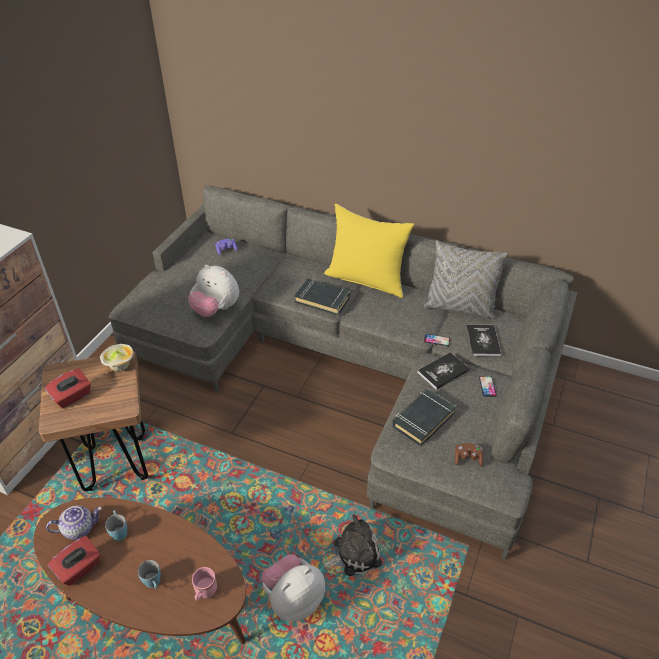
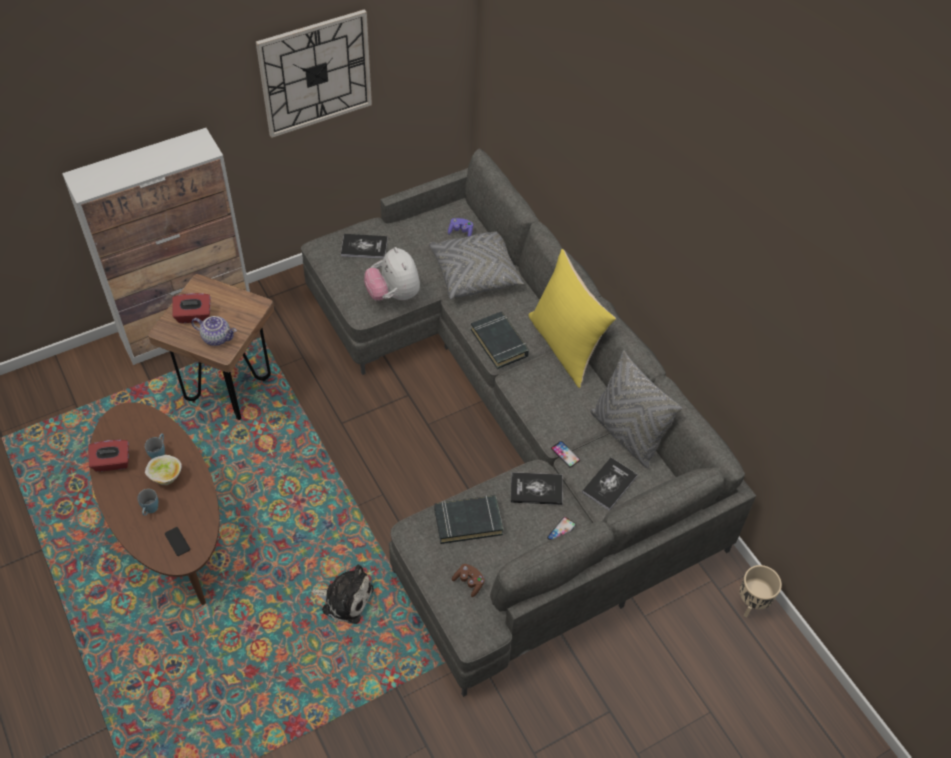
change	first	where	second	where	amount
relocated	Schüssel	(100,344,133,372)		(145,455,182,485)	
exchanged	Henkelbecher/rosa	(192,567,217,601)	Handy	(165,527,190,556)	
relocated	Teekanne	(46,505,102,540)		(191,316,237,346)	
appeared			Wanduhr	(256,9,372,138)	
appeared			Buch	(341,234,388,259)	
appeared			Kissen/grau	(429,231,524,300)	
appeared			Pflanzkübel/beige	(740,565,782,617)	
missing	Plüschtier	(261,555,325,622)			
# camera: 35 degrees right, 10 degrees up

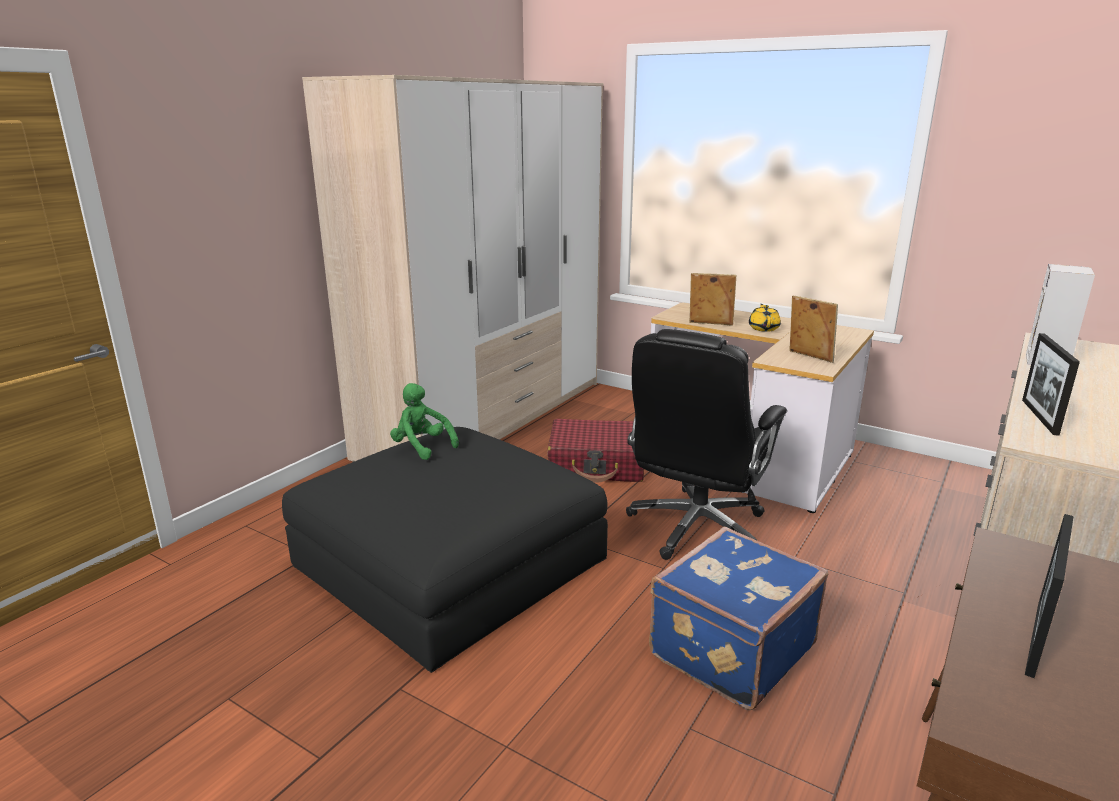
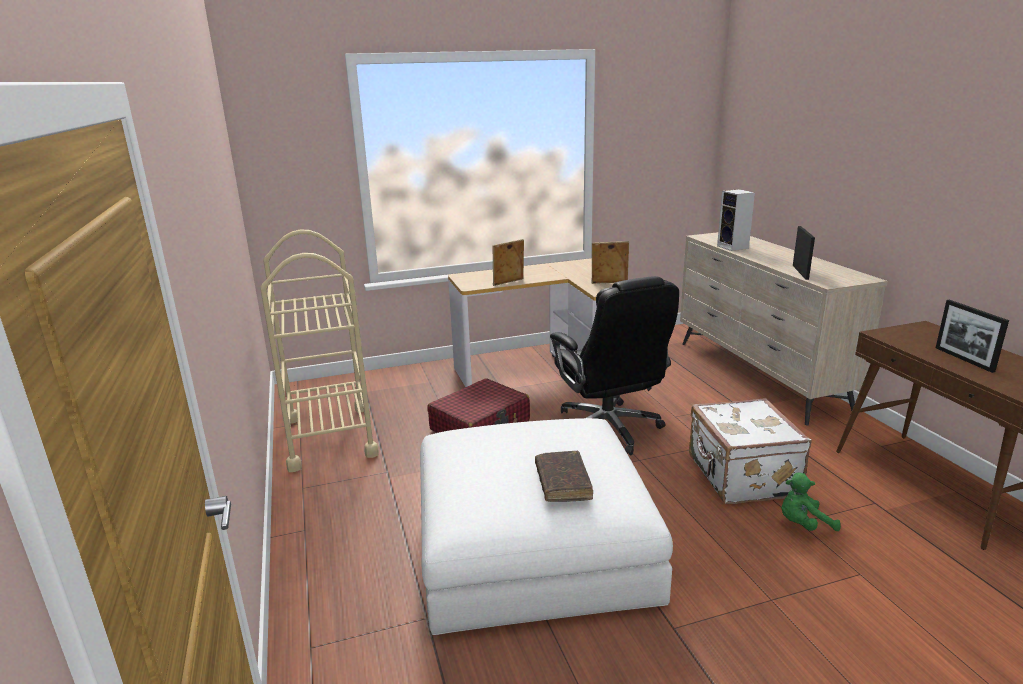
change	first	where	second	where	amount
exchanged	Kleiderschrank	(302,75,604,462)	Rollwagen/beige	(260,229,379,472)	
colour	Polsterhocker/schwarz	(282,427,608,673)	Polsterhocker/weiß	(420,418,673,635)	
appeared			Buch/braun	(535,451,593,502)	
colour	Koffer/blau	(649,527,828,710)	Koffer/weiß	(689,399,811,504)	
relocated	Plüschtier/grün	(390,383,459,460)		(782,472,841,531)	
spun	Bilderrahmen	(1022,333,1080,436)		(793,226,815,280)	135 degrees counterclockwise
missing	Teekanne/gelb	(749,304,781,332)			
# camera: 50 degrees left, 0 degrees up

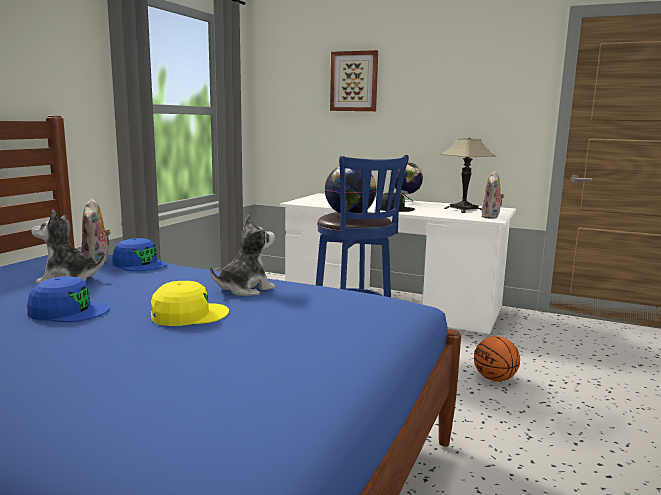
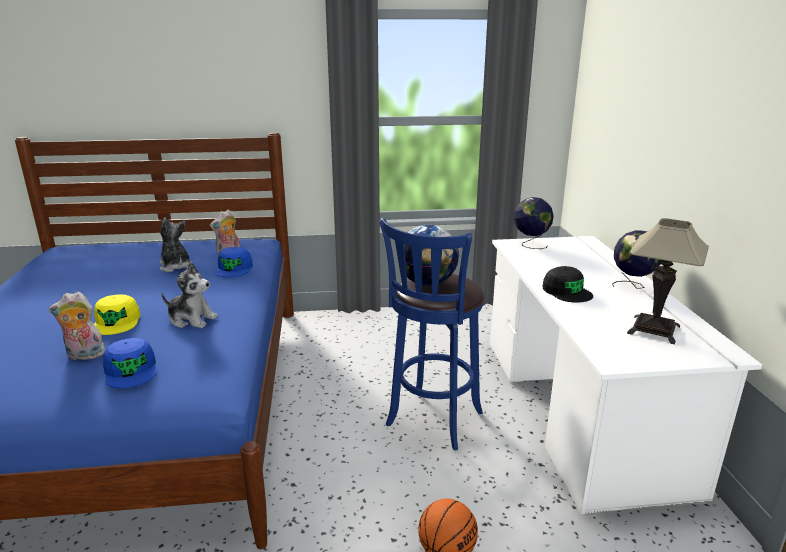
change	first	where	second	where	amount
relocated	Plüschtier	(481,171,505,219)		(49,292,106,360)	
spun	Kappe/gelb	(151,281,229,326)		(94,295,140,335)	45 degrees clockwise
relocated	Kappe/blau	(27,276,110,322)		(103,338,158,388)	
appeared			Globus	(514,197,554,249)	
missing	Bild	(330,50,378,111)			
# camera: 60 degrees right, 10 degrees up

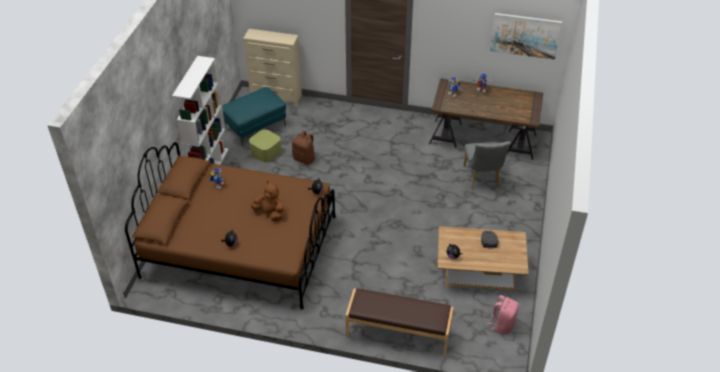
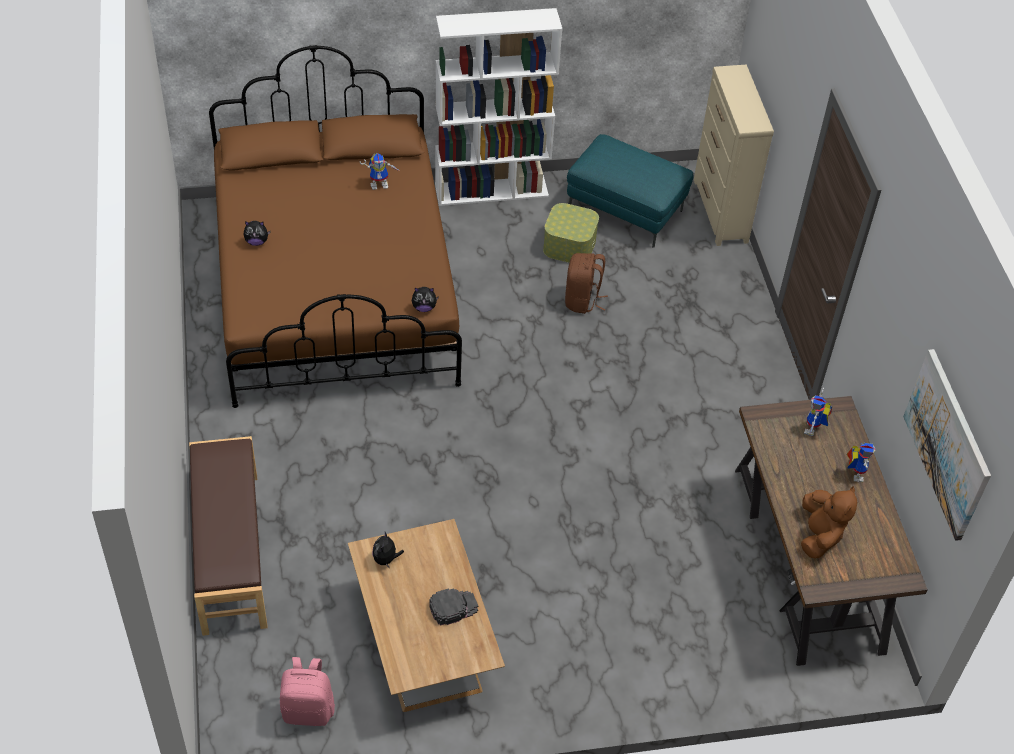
change	first	where	second	where	amount
relocated	Plüschtier/braun	(251,181,284,221)		(801,486,857,558)	
missing	Stuhl/grau	(463,141,511,189)			
# camera: 65 degrees right, 5 degrees up

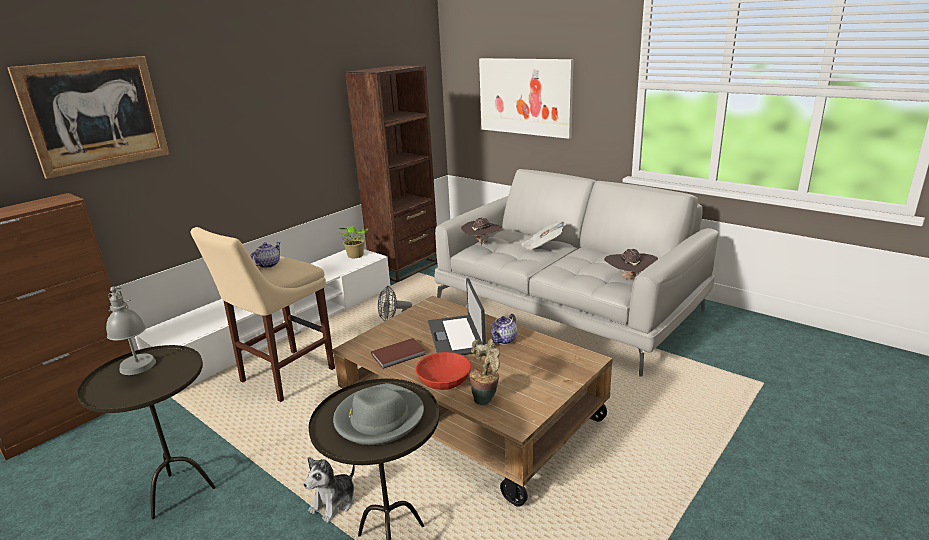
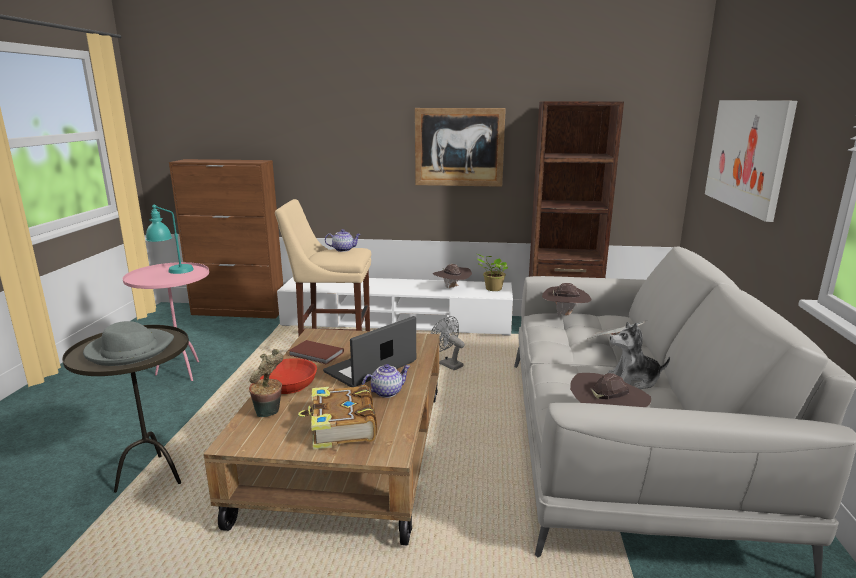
change	first	where	second	where	amount
colour	Beistelltisch/braun	(77,345,216,519)	Beistelltisch/rosa	(122,262,209,381)	
colour	Tischlampe/grau	(106,286,156,375)	Tischlampe/türkis	(146,205,194,274)	
appeared			Buch	(298,385,377,450)	
spun	Teekanne	(491,314,518,345)		(362,364,410,398)	150 degrees clockwise
relocated	Bild	(7,56,169,179)		(415,108,506,187)	
appeared			Hut/braun	(433,264,472,288)	
relocated	Plüschtier	(303,457,355,523)		(608,322,670,389)	
# camera: 55 degrees right, 5 degrees down

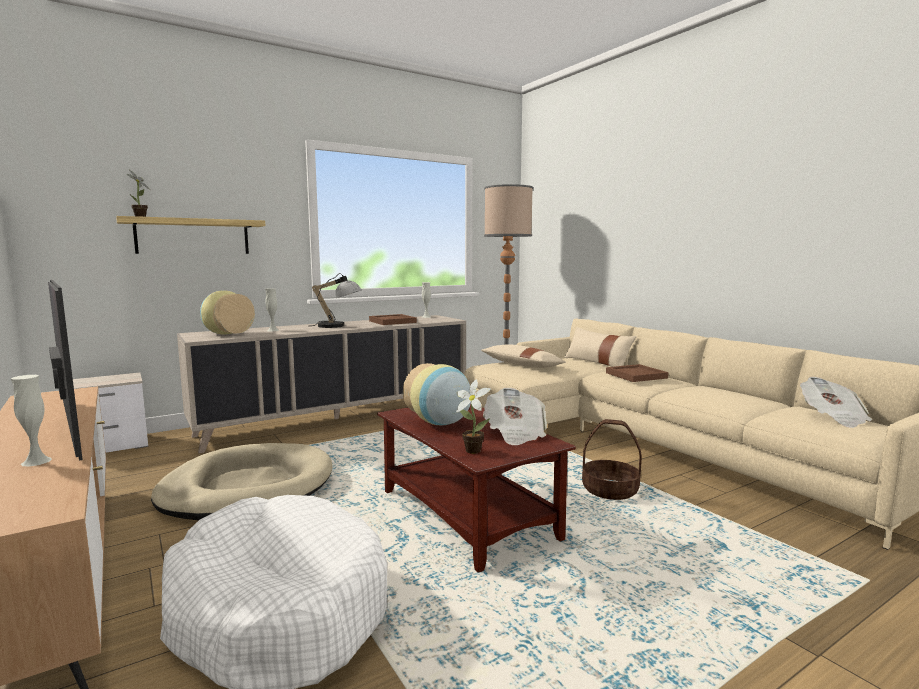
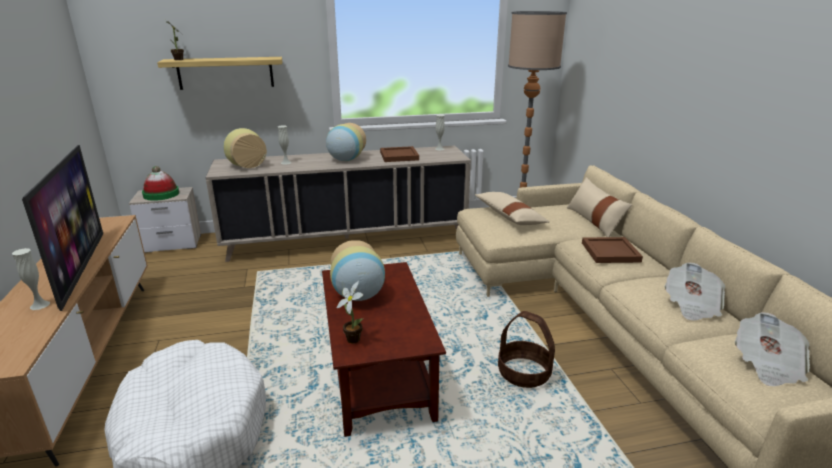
change	first	where	second	where	amount
appeared			Hut	(142,166,179,201)	
exchanged	Tischlampe	(312,273,362,328)	Vase	(326,123,366,161)	
relocated	Zeitung	(483,388,547,445)		(665,262,725,321)	
missing	Hundebett/beige	(151,443,332,520)			
# camera: 20 degrees right, 15 degrees up

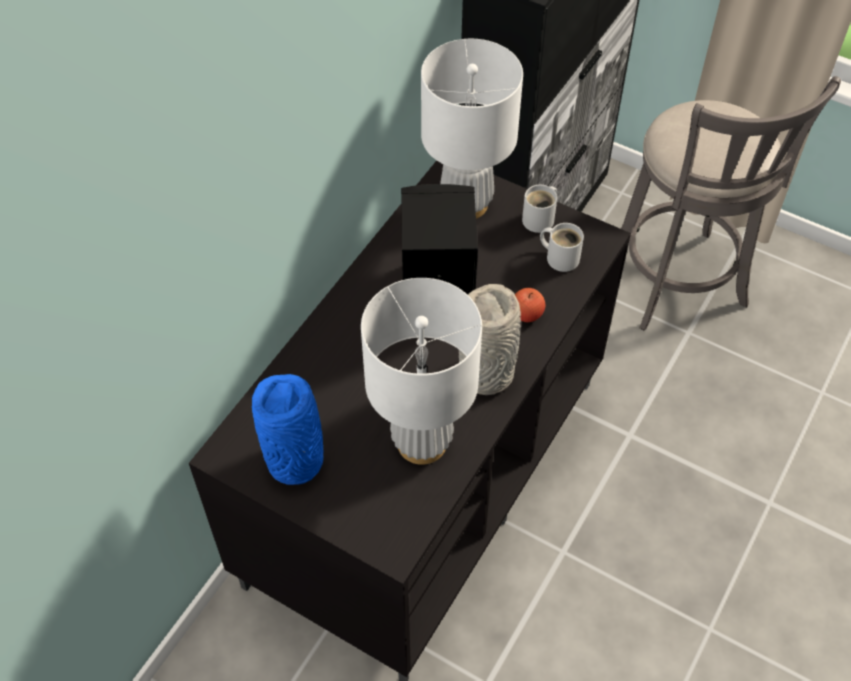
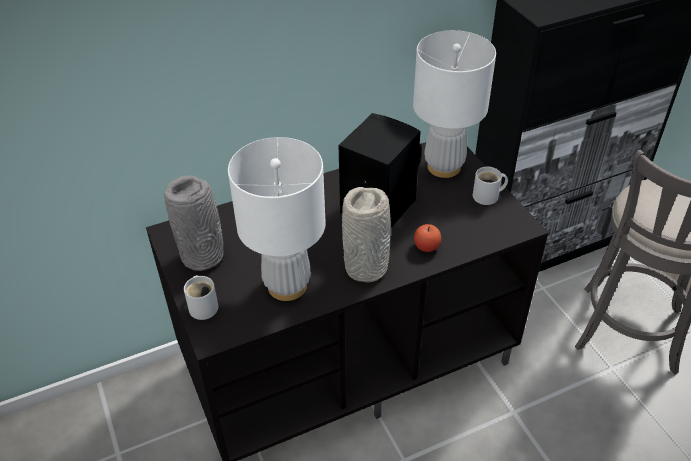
change	first	where	second	where	amount
colour	Vase/blau	(252,374,324,485)	Vase/grau	(164,176,224,271)	
relocated	Henkelbecher/weiß	(540,223,584,272)		(184,275,218,320)	
# camera: 35 degrees right, 10 degrees down

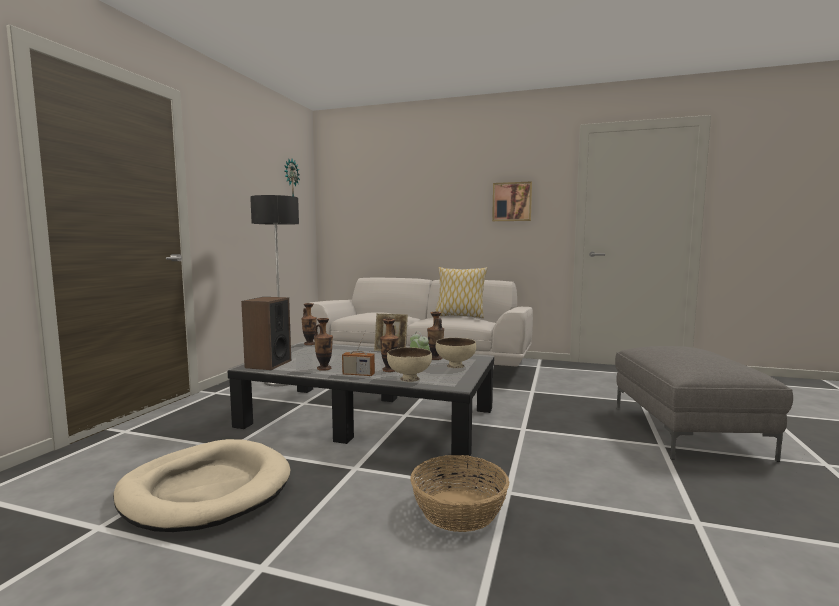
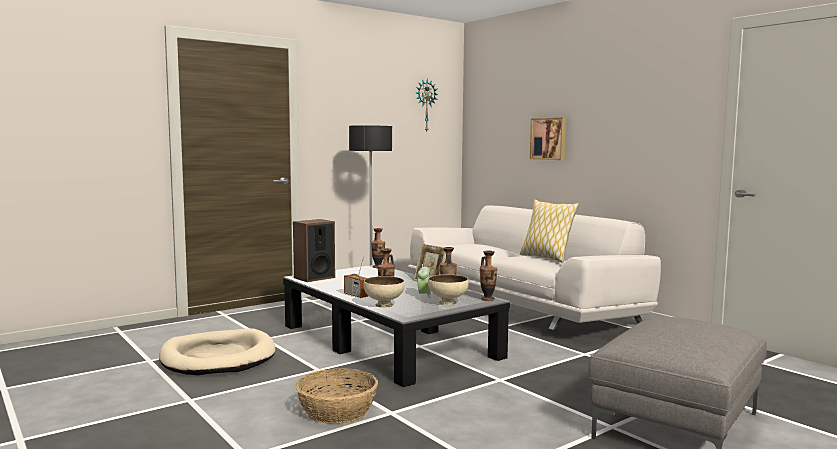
change	first	where	second	where	amount
relocated	Vase	(314,318,333,371)		(480,251,497,301)	
relocated	Bild	(492,181,532,221)		(530,118,566,160)	
# camera: 35 degrees right, 0 degrees up

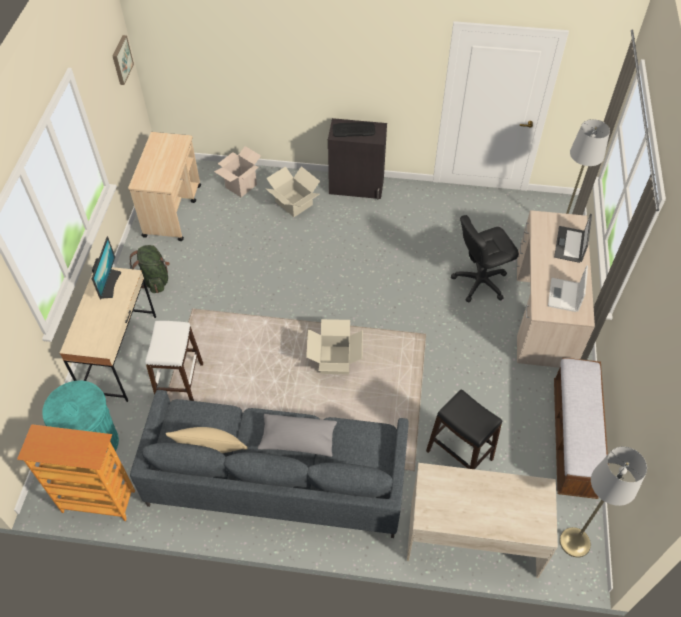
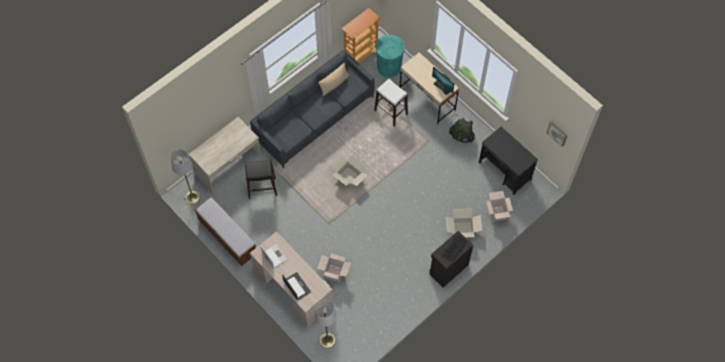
change	first	where	second	where	amount
exchanged	Bürostuhl/schwarz	(451,215,519,302)	Karton	(317,253,351,282)	
colour	Rollwagen/beige	(128,132,201,241)	Rollwagen/schwarz	(478,127,538,195)	
missing	Kissen/grau	(258,414,337,457)			
# camera: 130 degrees right, 10 degrees up

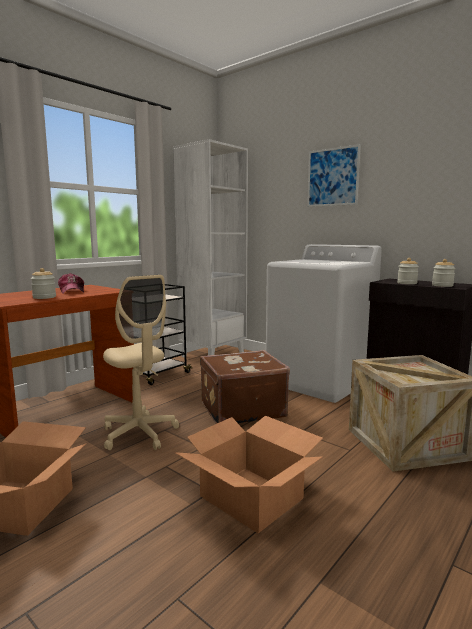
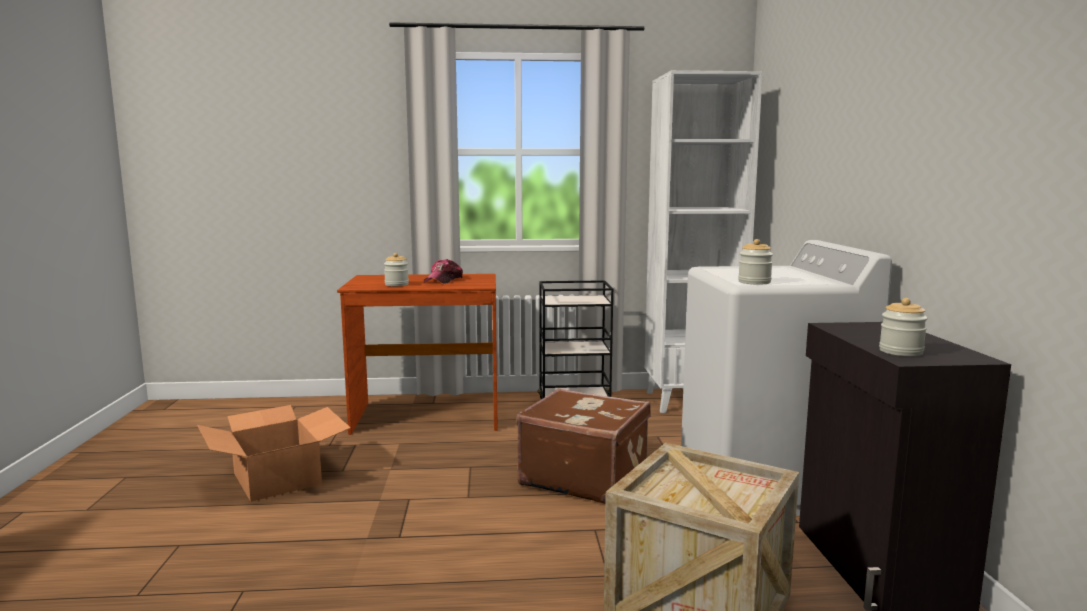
change	first	where	second	where	amount
relocated	Vorratsglas	(397,258,419,284)		(738,239,773,285)	
missing	Bürostuhl/beige	(103,275,179,450)			
missing	Karton	(175,416,323,533)			
missing	Bild	(307,144,361,207)			
# camera: 45 degrees right, 0 degrees up

